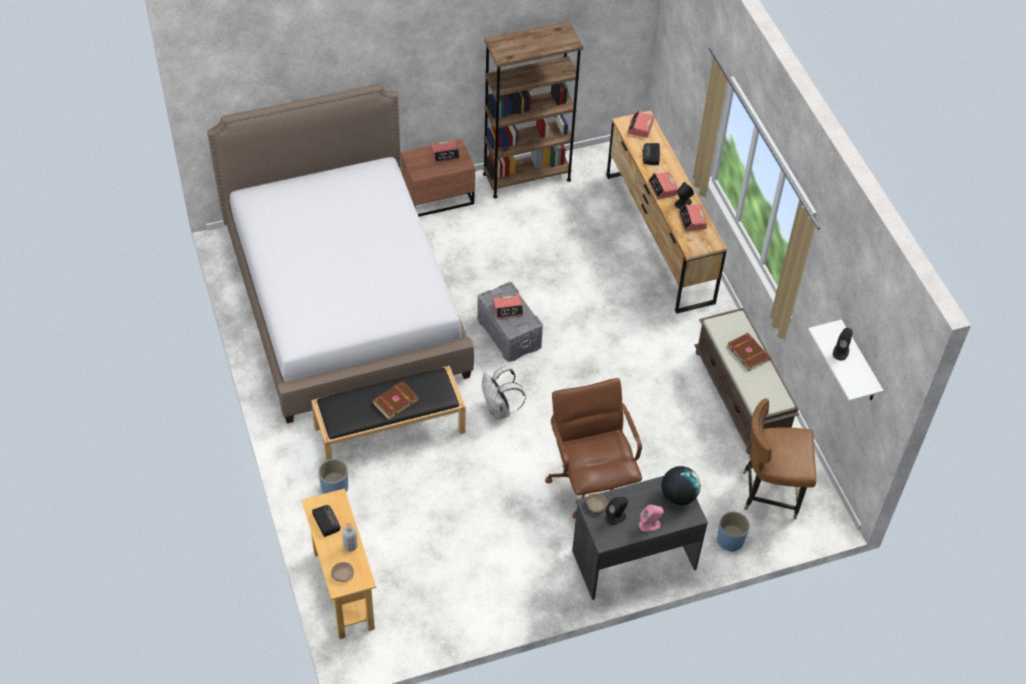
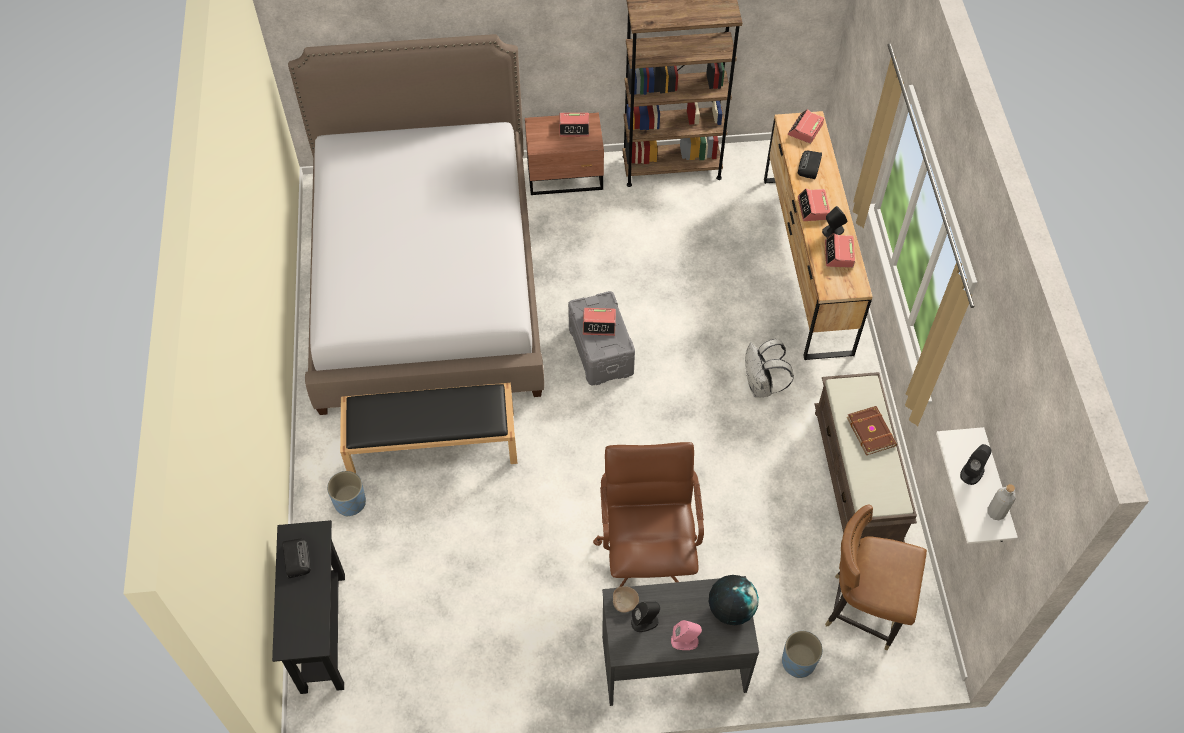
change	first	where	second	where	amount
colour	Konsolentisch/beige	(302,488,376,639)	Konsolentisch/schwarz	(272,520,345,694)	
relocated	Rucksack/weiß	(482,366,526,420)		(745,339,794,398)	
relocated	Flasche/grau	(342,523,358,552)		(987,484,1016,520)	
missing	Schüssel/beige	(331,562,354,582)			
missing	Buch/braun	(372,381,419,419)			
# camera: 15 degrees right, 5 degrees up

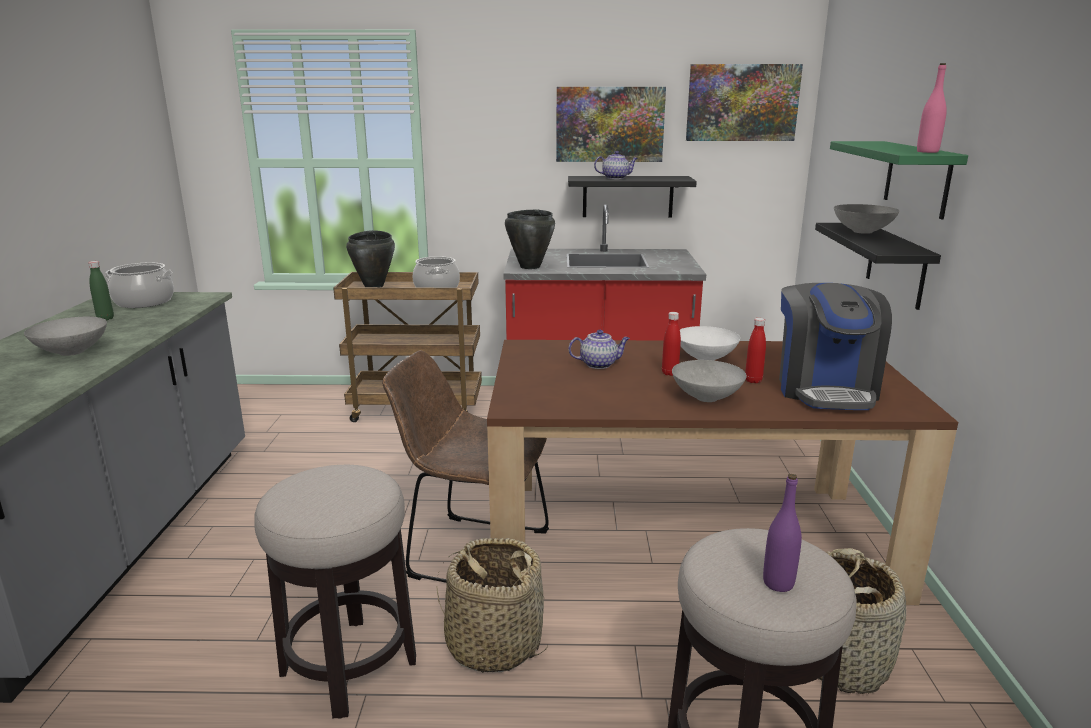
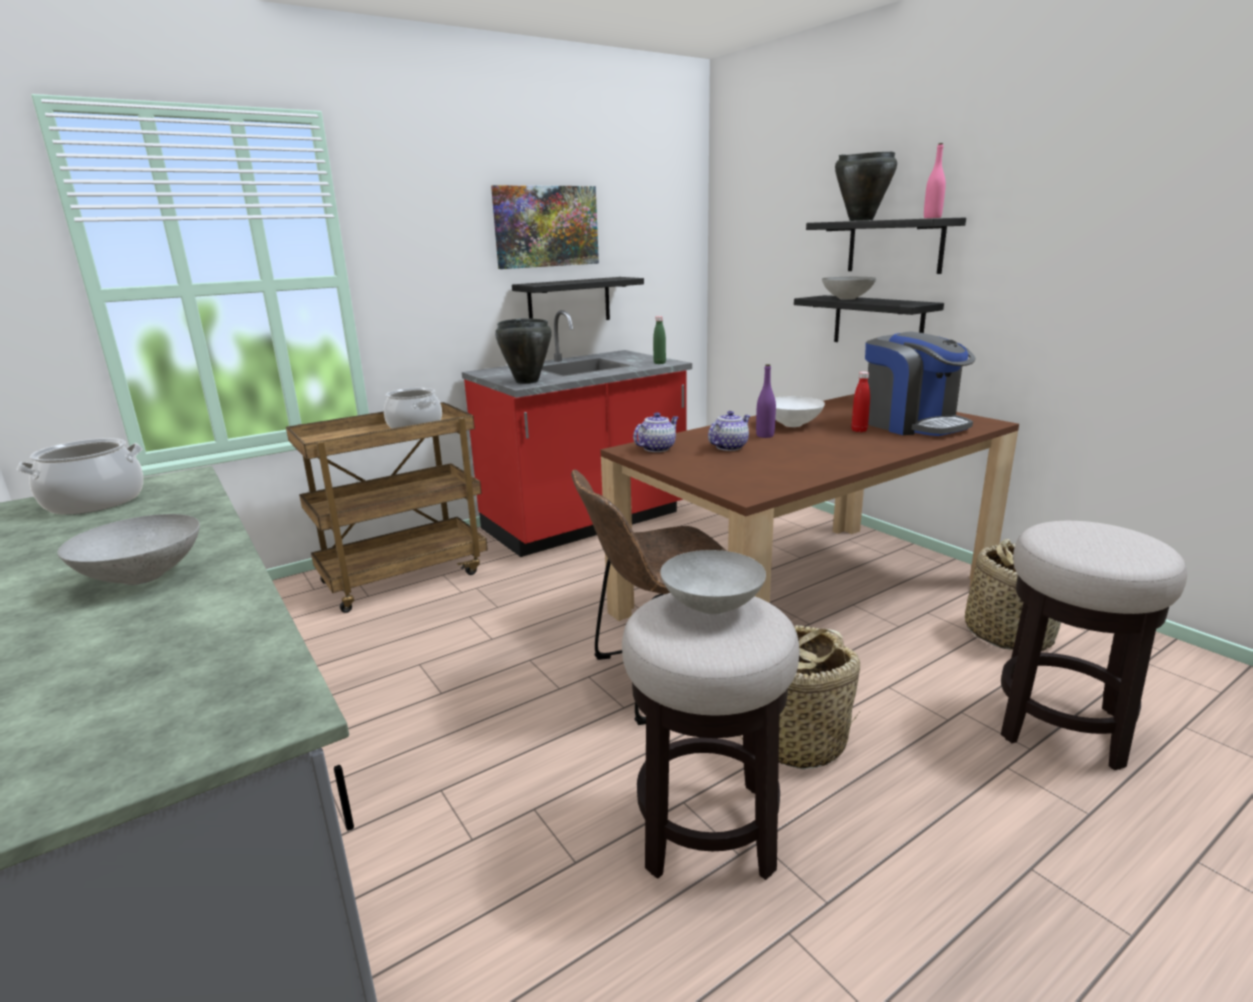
change	first	where	second	where	amount
relocated	Teekanne	(594,151,638,179)		(633,412,679,452)	
relocated	Flasche/grün	(88,261,114,320)		(653,316,666,364)	
relocated	Schüssel/grau	(672,360,747,402)		(660,550,766,614)	
relocated	Flasche/lila	(763,474,802,592)		(756,364,776,438)	
colour	Wandregal/grün	(830,141,968,219)	Wandregal/schwarz	(806,218,966,274)	
relocated	Kochtopf/schwarz	(346,230,395,287)		(835,152,897,221)	
missing	Flasche/rot	(662,312,681,376)			
missing	Bild	(686,64,803,141)			
# camera: 35 degrees left, 0 degrees up

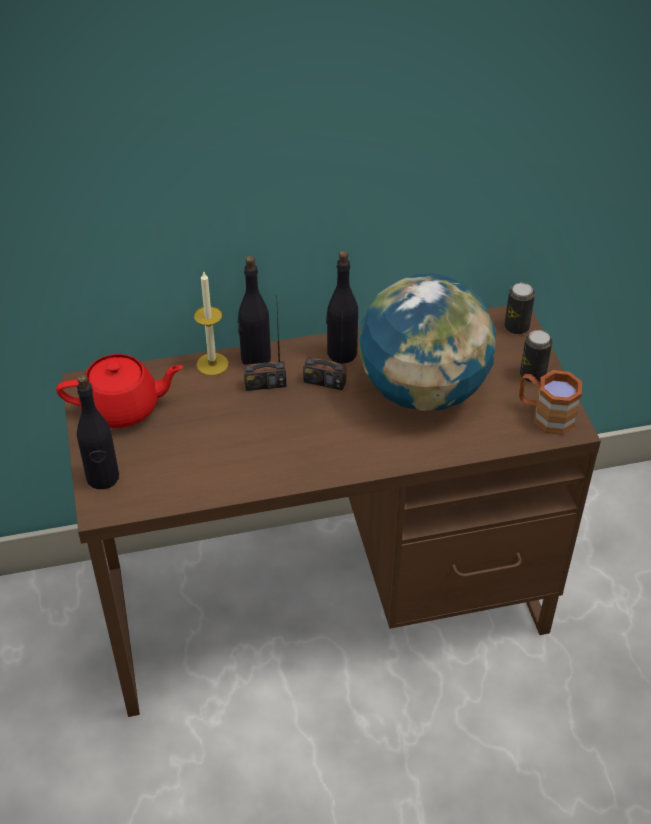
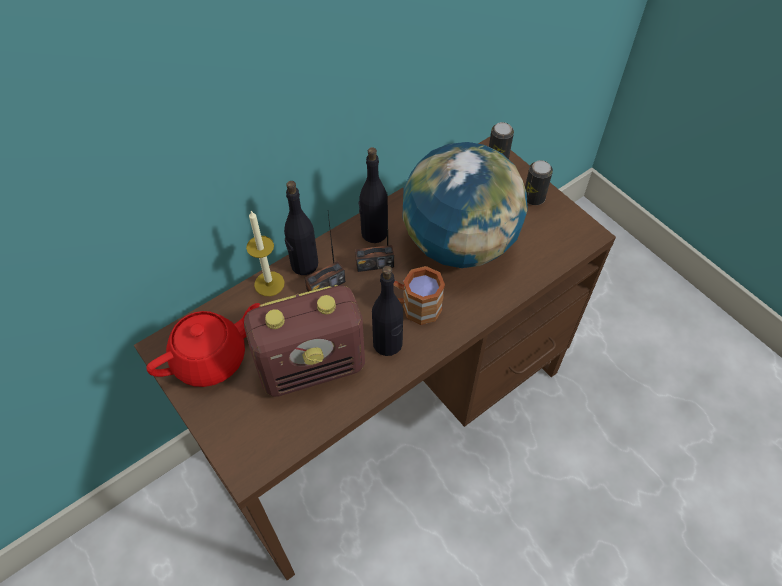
change	first	where	second	where	amount
appeared			Radio	(244,285,365,397)	
relocated	Flasche/schwarz	(77,374,119,489)		(372,266,403,356)	
relocated	Henkelbecher/braun	(519,370,582,435)		(394,266,445,325)	
# camera: 25 degrees left, 10 degrees up

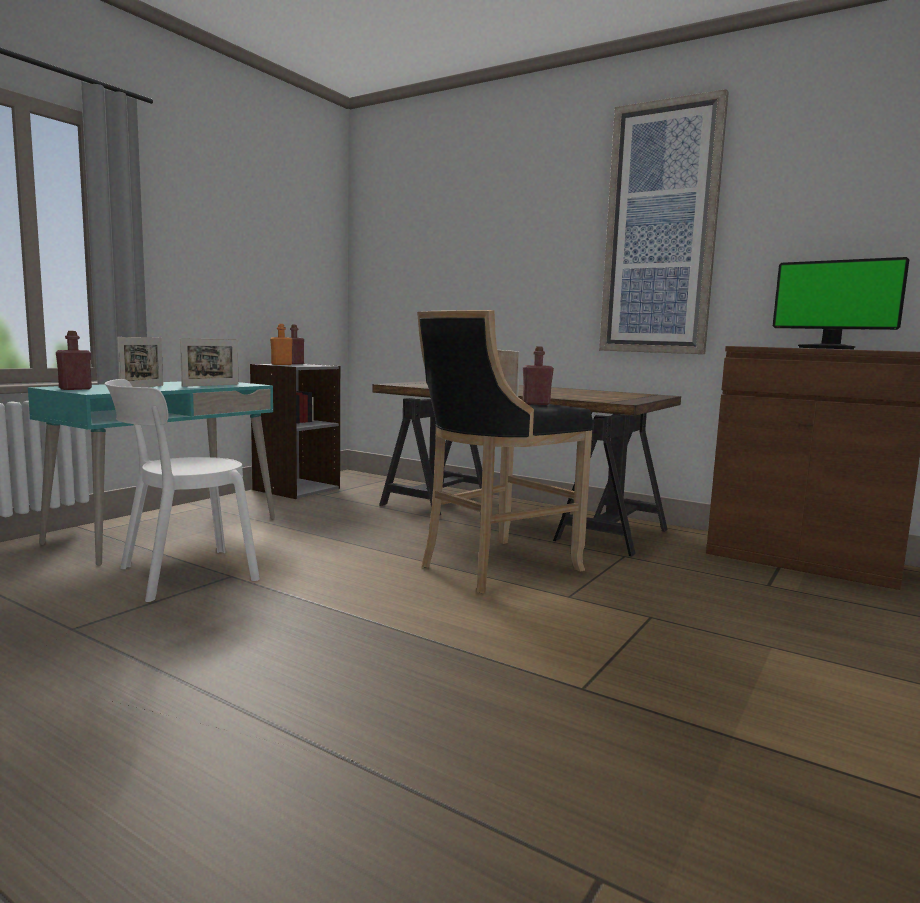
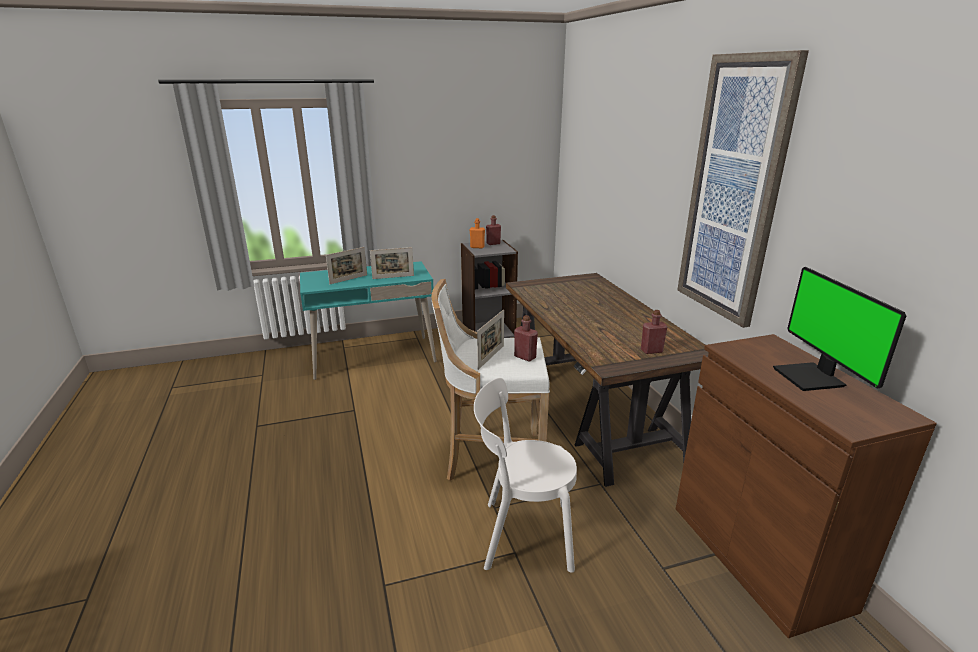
change	first	where	second	where	amount
colour	Hocker/schwarz	(417,310,592,593)	Hocker/weiß	(431,279,550,481)	
relocated	Stuhl/weiß	(105,379,260,602)		(474,378,577,573)	
relocated	Flasche/rot	(56,331,92,390)		(641,310,667,354)	
# camera: 40 degrees right, 15 degrees up

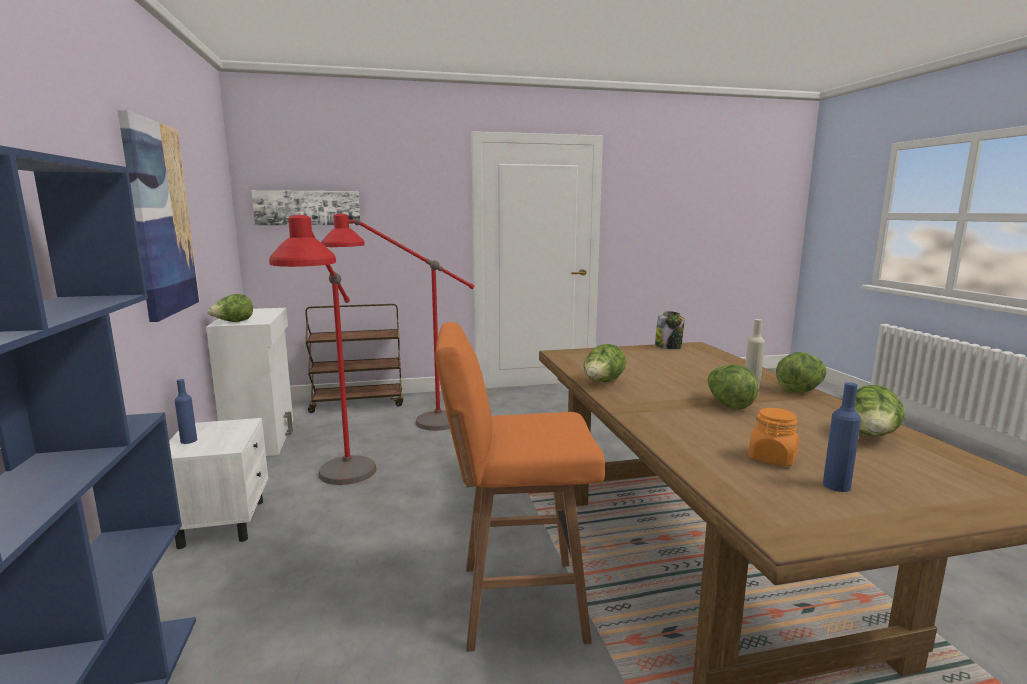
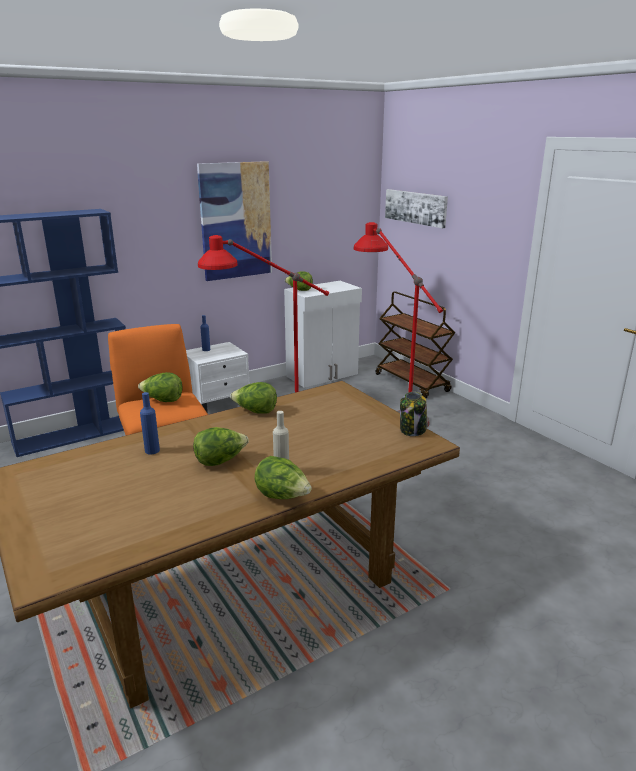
change	first	where	second	where	amount
relocated	Salatkopf	(854,385,905,436)		(138,372,183,402)	
relocated	Flasche/blau	(823,382,861,492)		(140,392,160,455)	
missing	Vorratsglas/orange	(748,408,799,466)			
# camera: 70 degrees right, 10 degrees up

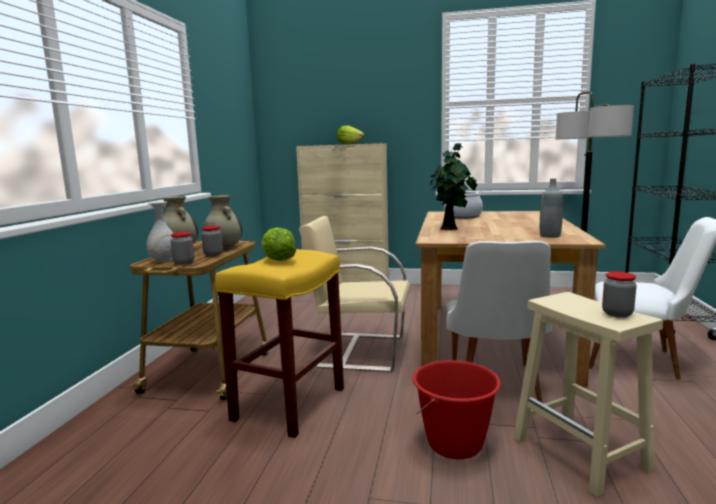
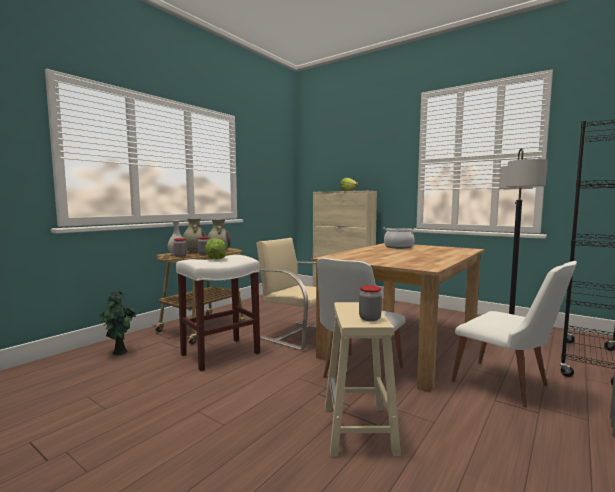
change	first	where	second	where	amount
relocated	Topfpflanze	(429,142,478,230)		(98,291,137,355)	
colour	Hocker/gelb	(215,249,344,438)	Hocker/weiß	(176,255,260,371)	
missing	Eimer/rot	(413,360,501,459)			
missing	Flasche/grau	(540,178,563,238)			
# camera: 25 degrees right, 5 degrees down

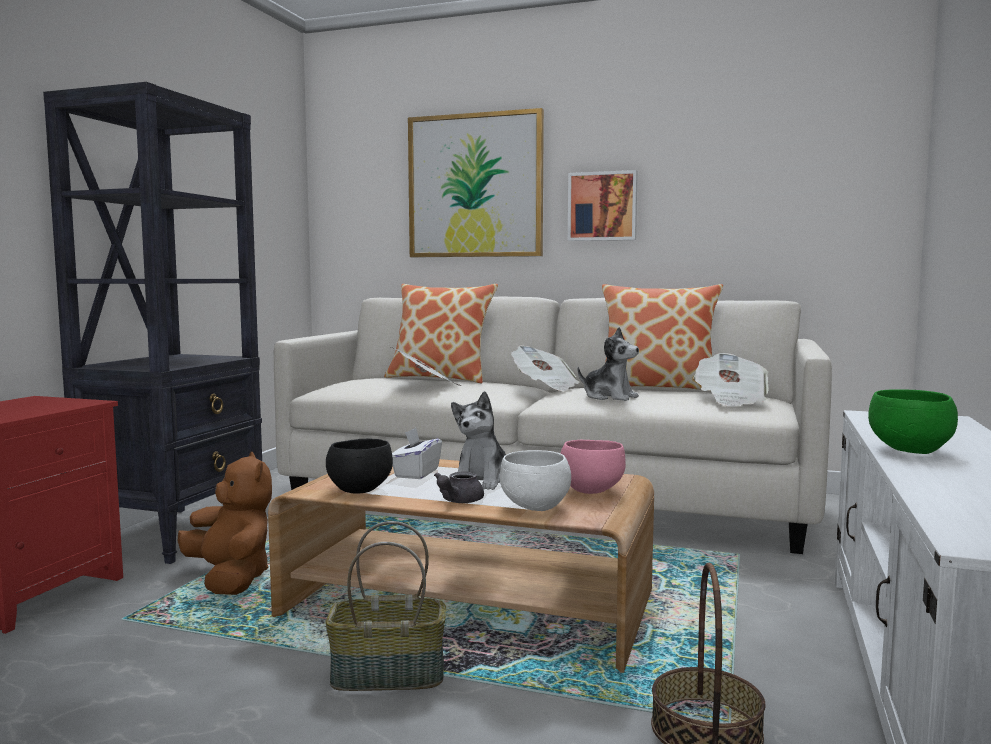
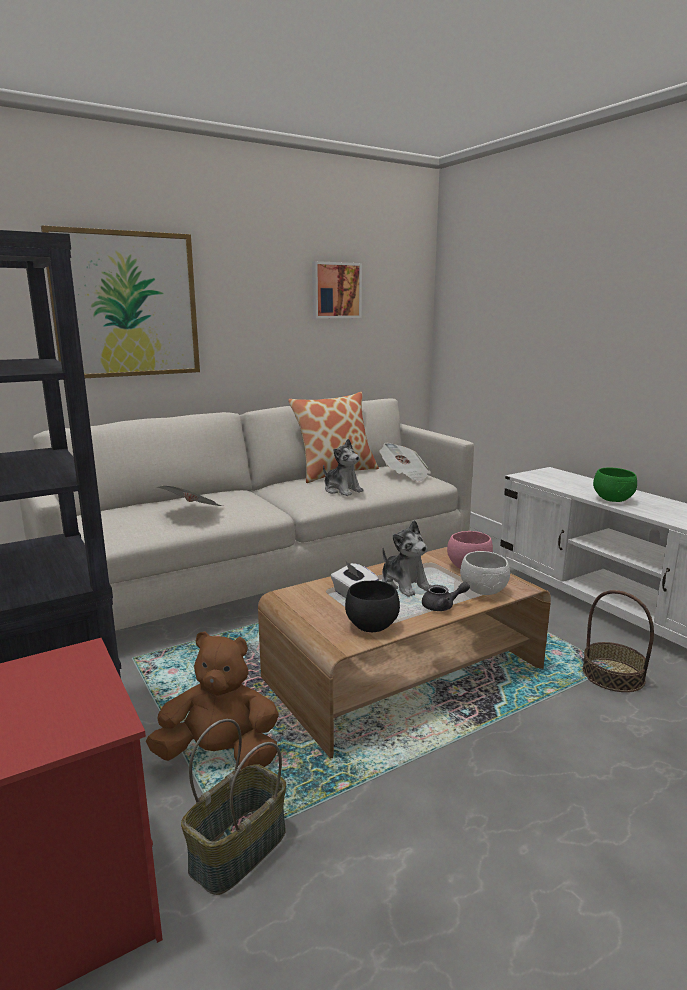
change	first	where	second	where	amount
relocated	Korb	(326,521,446,691)		(181,719,286,895)	
relocated	Bild	(568,170,638,241)		(312,261,362,319)	
spun	Plüschtier	(578,327,639,401)		(323,439,364,496)	60 degrees clockwise
spun	Teekanne/grau	(434,472,484,503)		(422,582,470,611)	75 degrees counterclockwise
missing	Kissen	(384,284,498,383)			
missing	Zeitung	(511,345,580,391)			
# camera: 50 degrees left, 10 degrees up

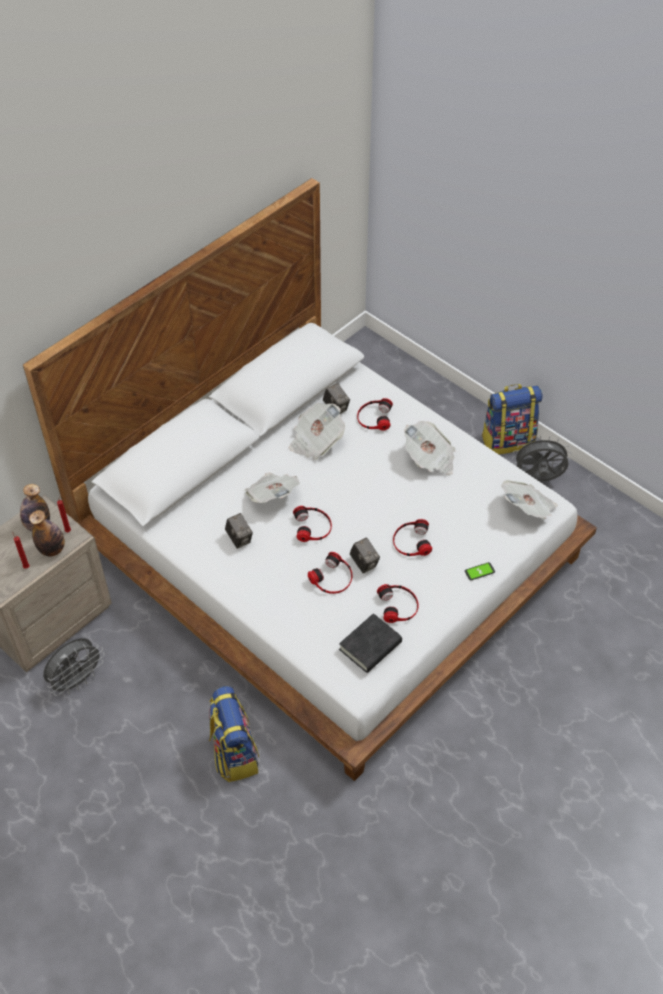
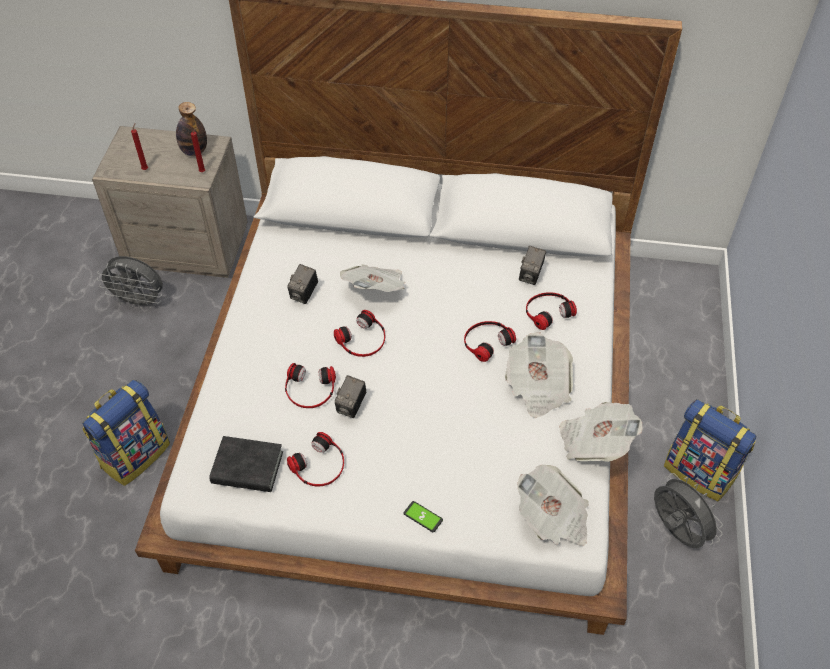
change	first	where	second	where	amount
relocated	Kopfhörer	(393,519,432,556)		(464,321,516,362)	
relocated	Zeitung	(289,402,345,460)		(559,402,643,462)	
missing	Flasche	(29,510,65,556)			
# camera: 55 degrees right, 0 degrees up

